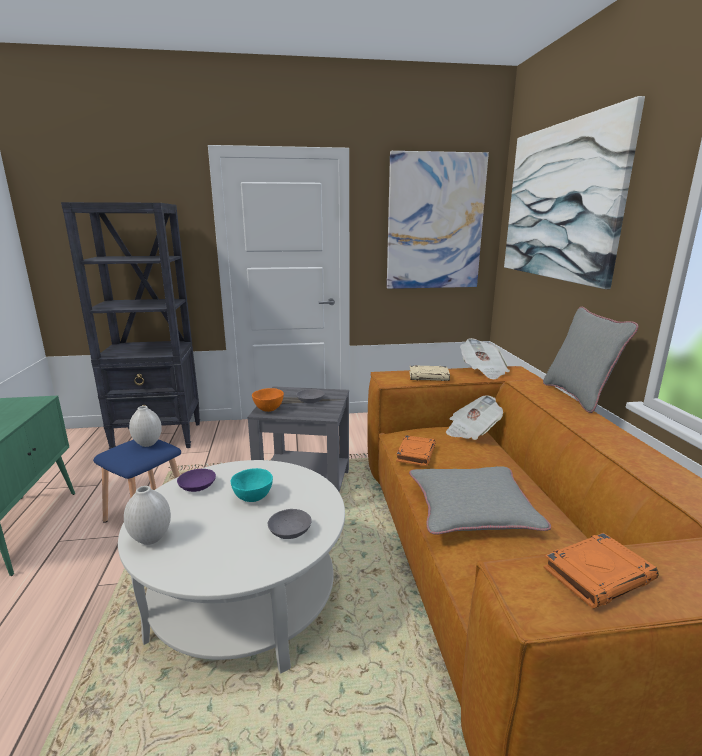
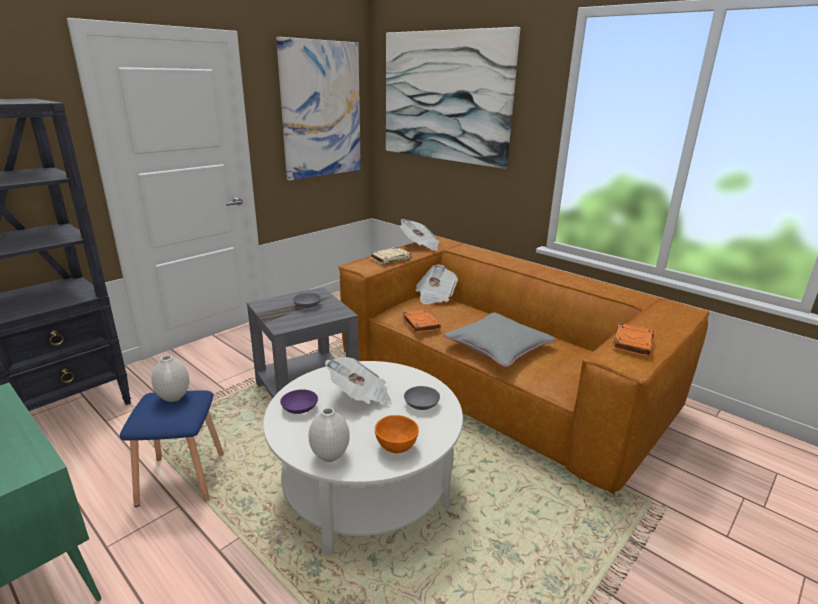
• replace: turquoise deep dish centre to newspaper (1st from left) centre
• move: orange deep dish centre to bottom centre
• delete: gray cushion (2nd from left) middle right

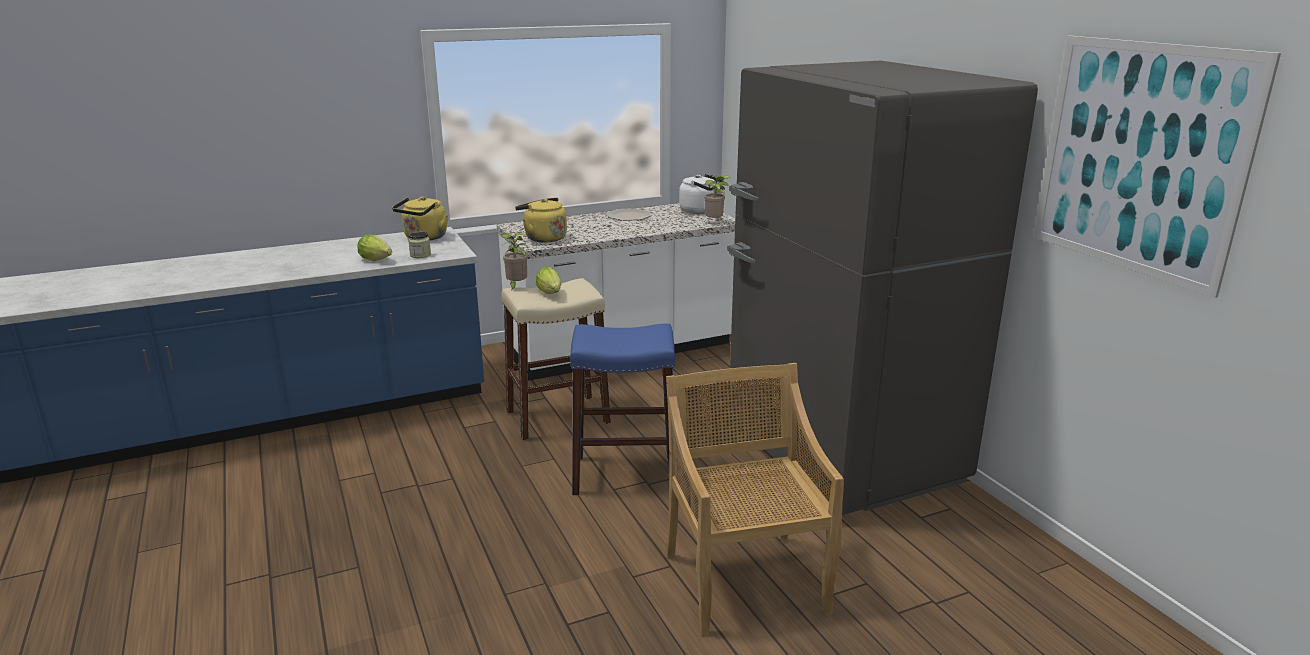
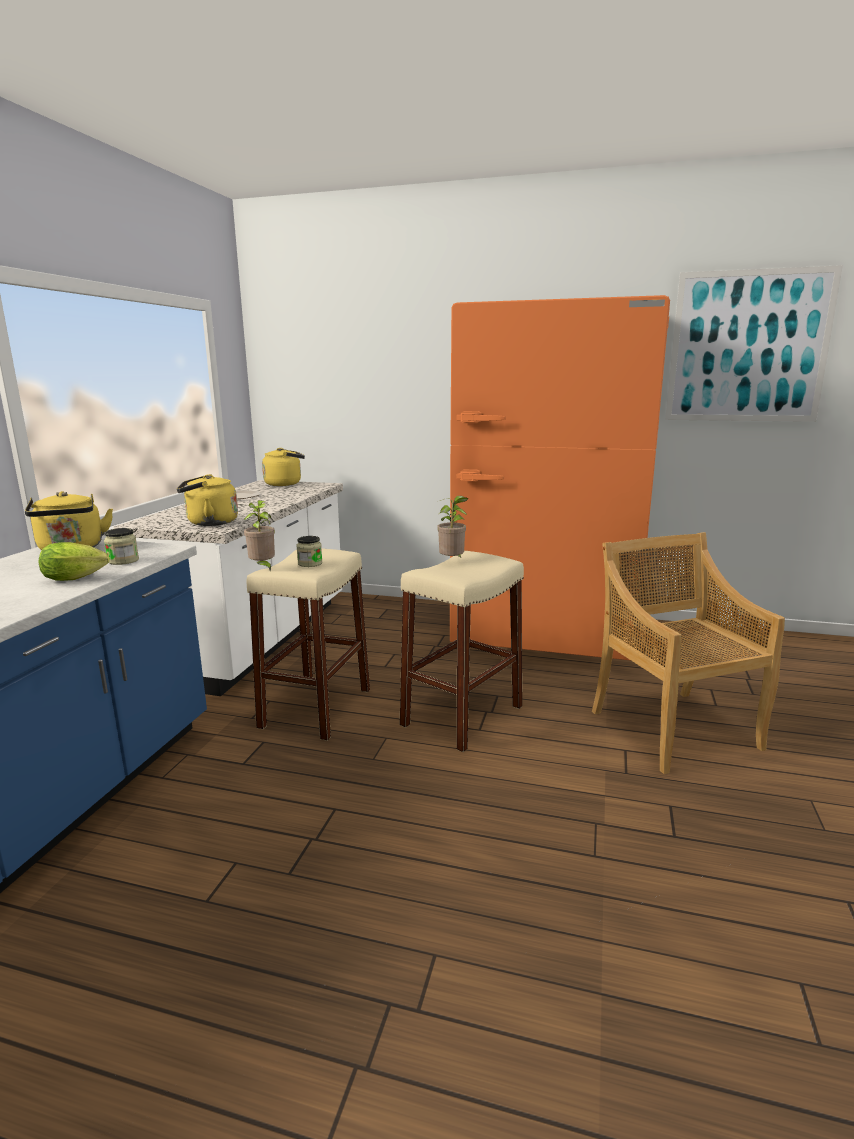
• recolor: whitish water kettle top centre to yellowish water kettle (3rd from left) middle left
• replace: lettuce (2nd from left) centre to jar (2nd from left) centre
• recolor: bluish stool centre to beige stool (2nd from left) centre
• move: potted plant (2nd from left) top centre to centre
• recolor: gray refrigerator middle right to orange refrigerator centre
• rotate: beige chair bottom centre = middle right 45 degrees clockwise

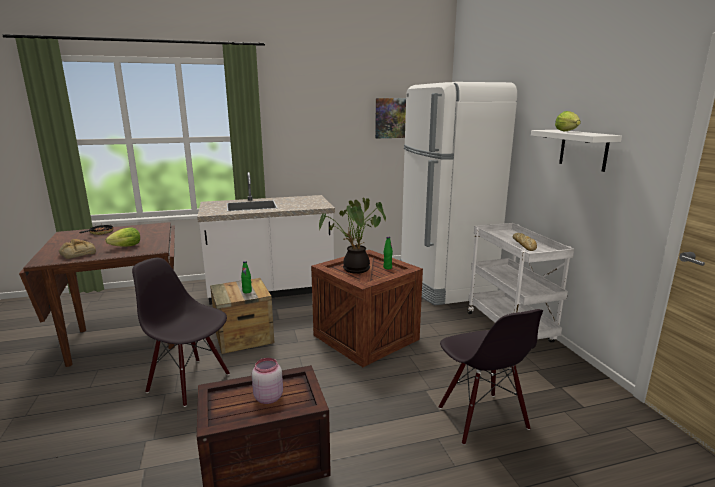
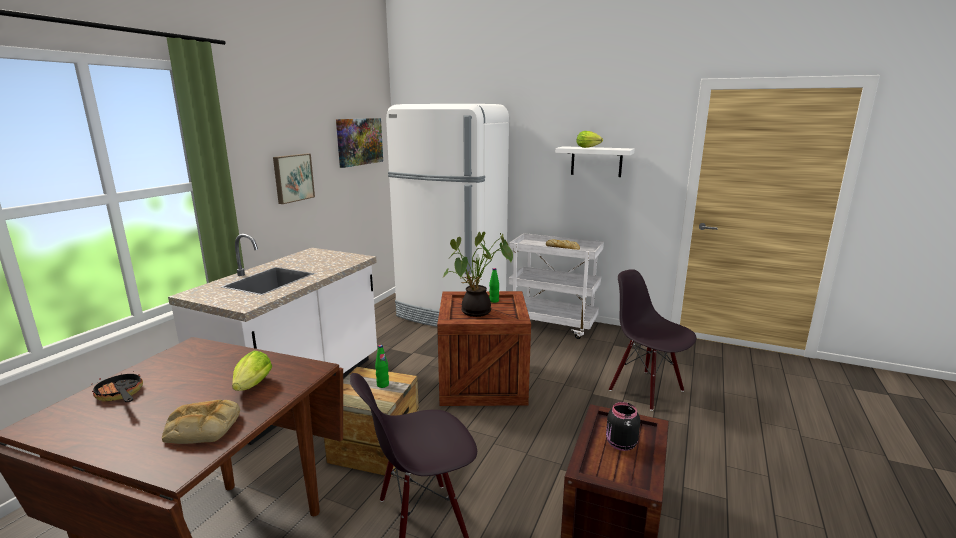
• insert: wall picture (1st from left) top left
• recolor: pinkish jar bottom centre to blackish jar bottom centre
• rotate: blackish chair (2nd from left) bottom right = middle right 150 degrees counterclockwise

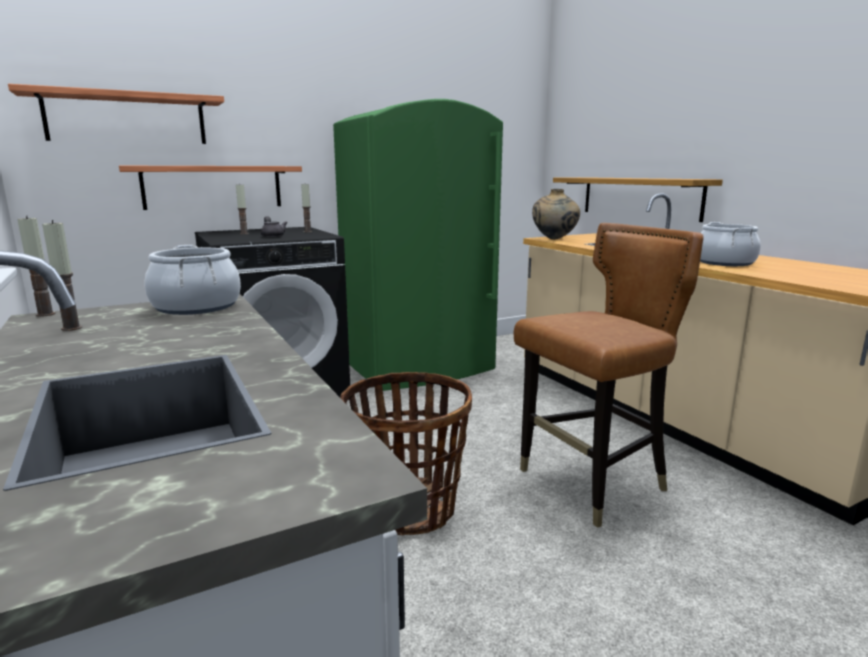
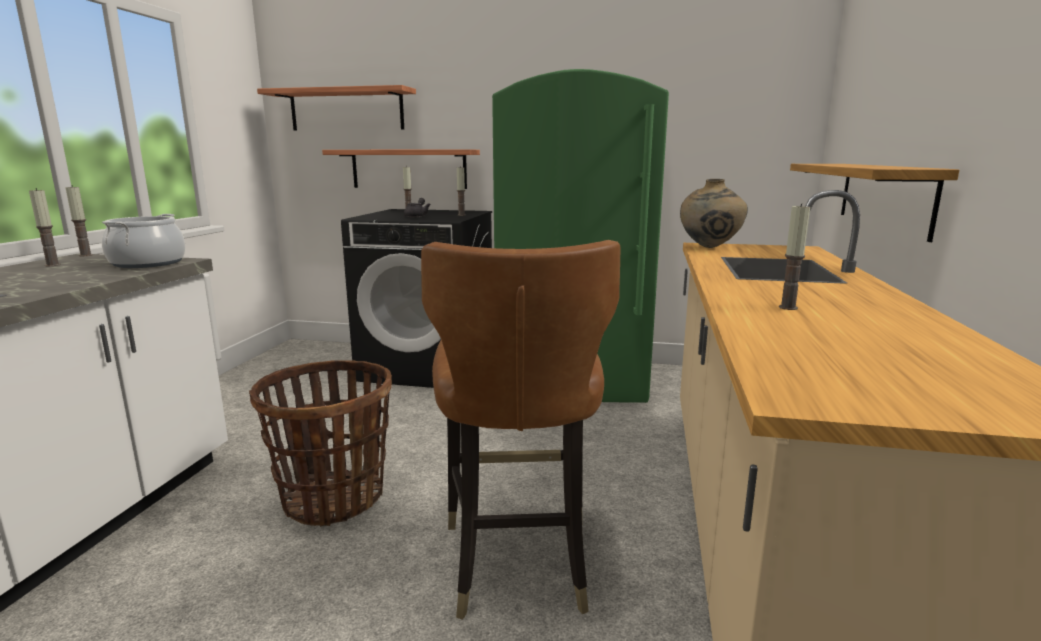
• rotate: brownish chair middle right = bottom centre 75 degrees clockwise
• replace: saucepot (2nd from left) middle right to wax light (5th from left) middle right

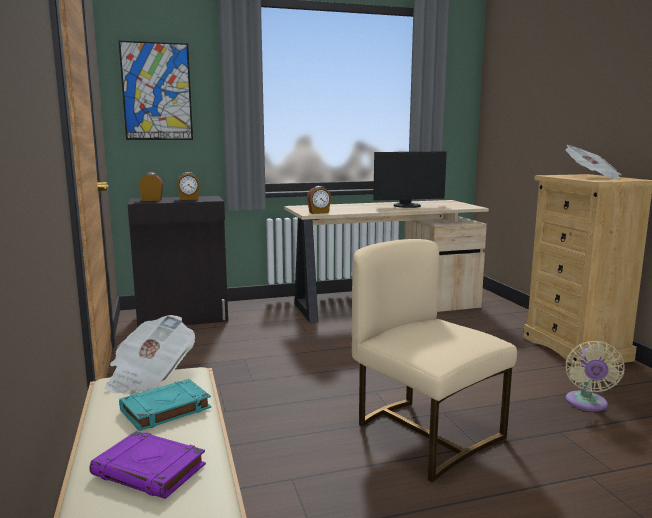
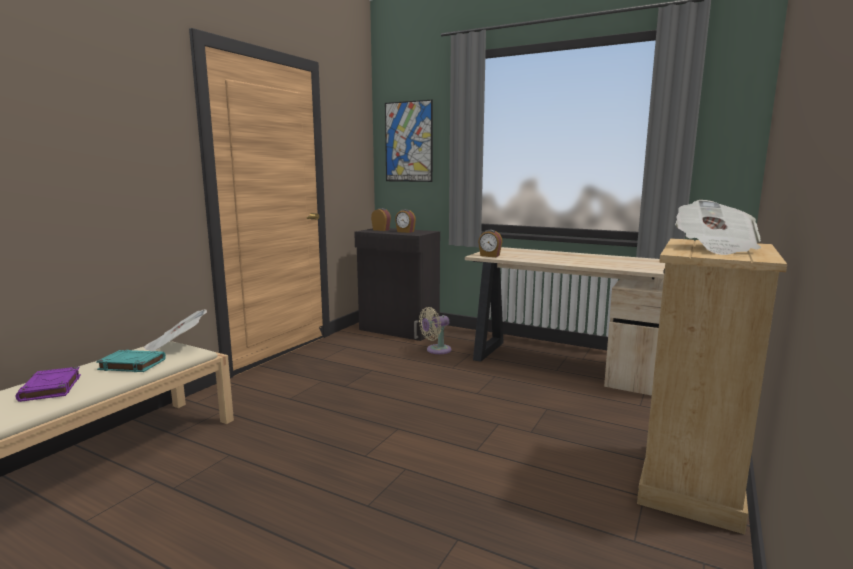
• move: beige cooling fan bottom right to centre
• delete: beige chair bottom centre
• delete: monitor centre

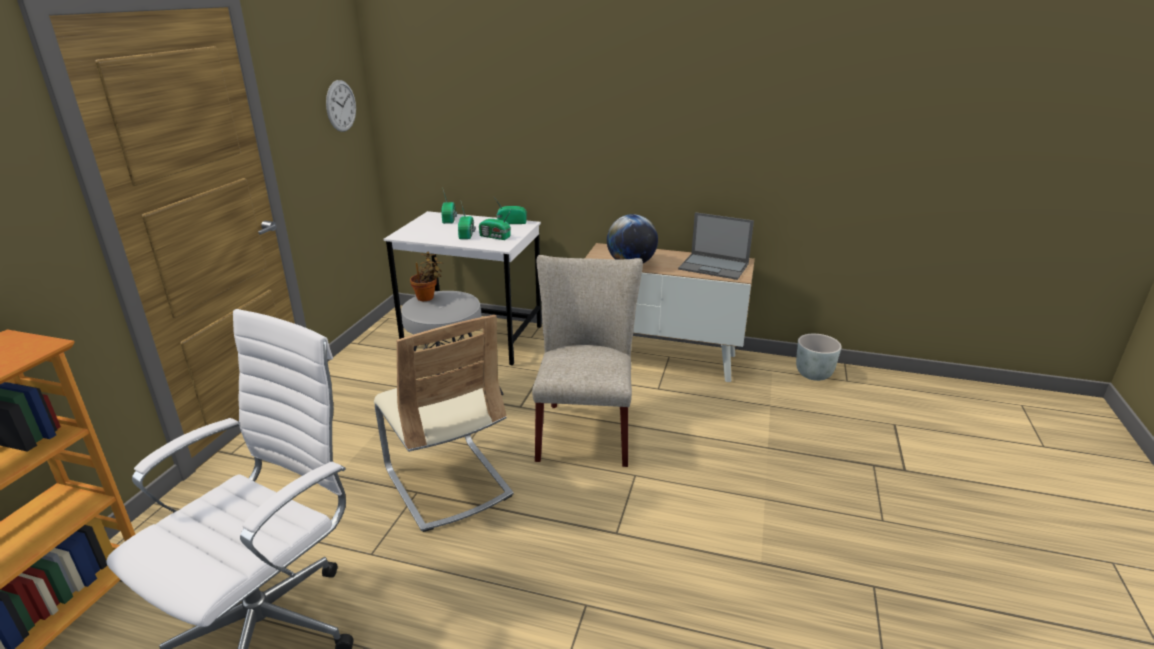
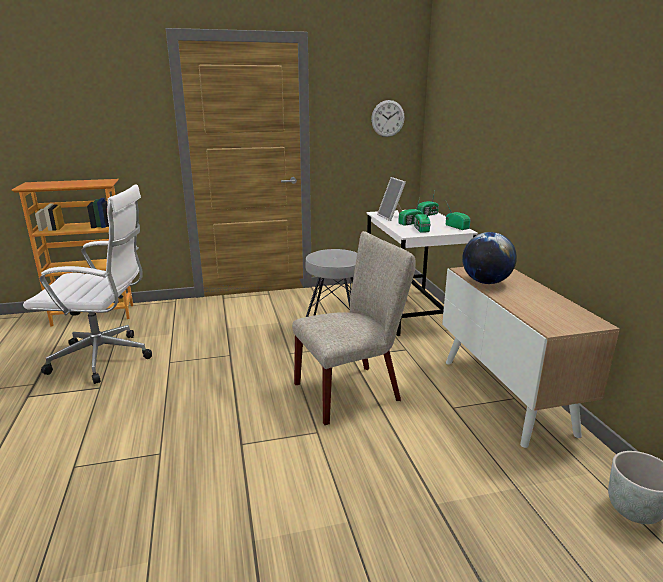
• insert: standing frame centre
• delete: beige chair (1st from left) centre
• delete: potted plant centre
• delete: portable computer centre

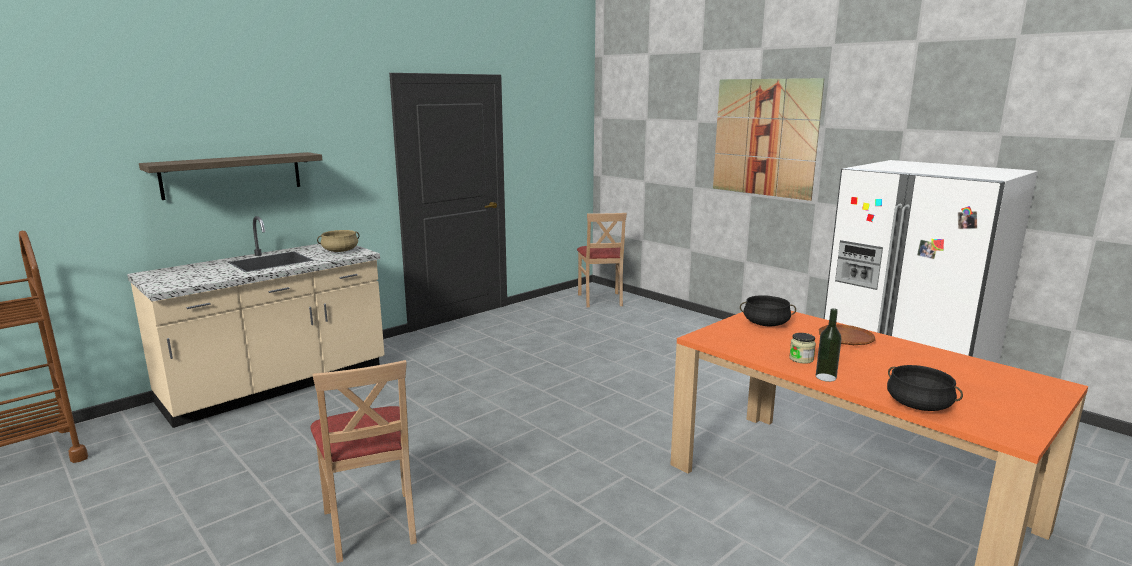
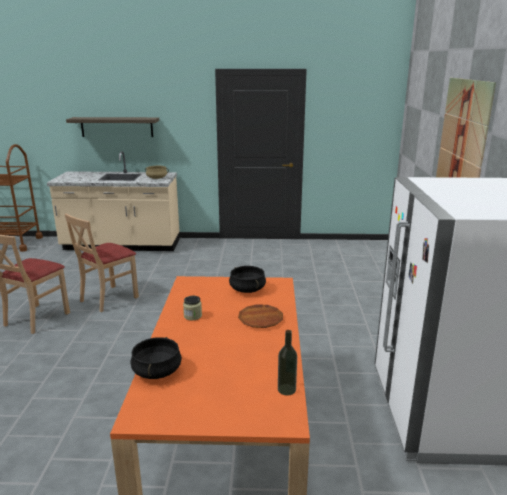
• move: beige chair (2nd from left) centre to middle left
• move: drink bottle middle right to bottom centre

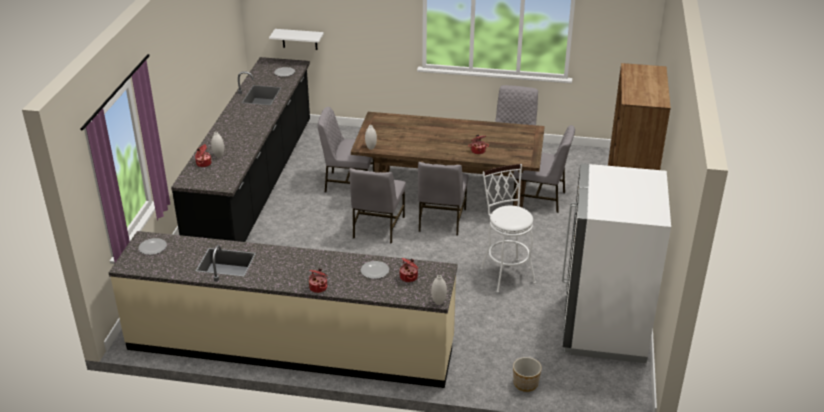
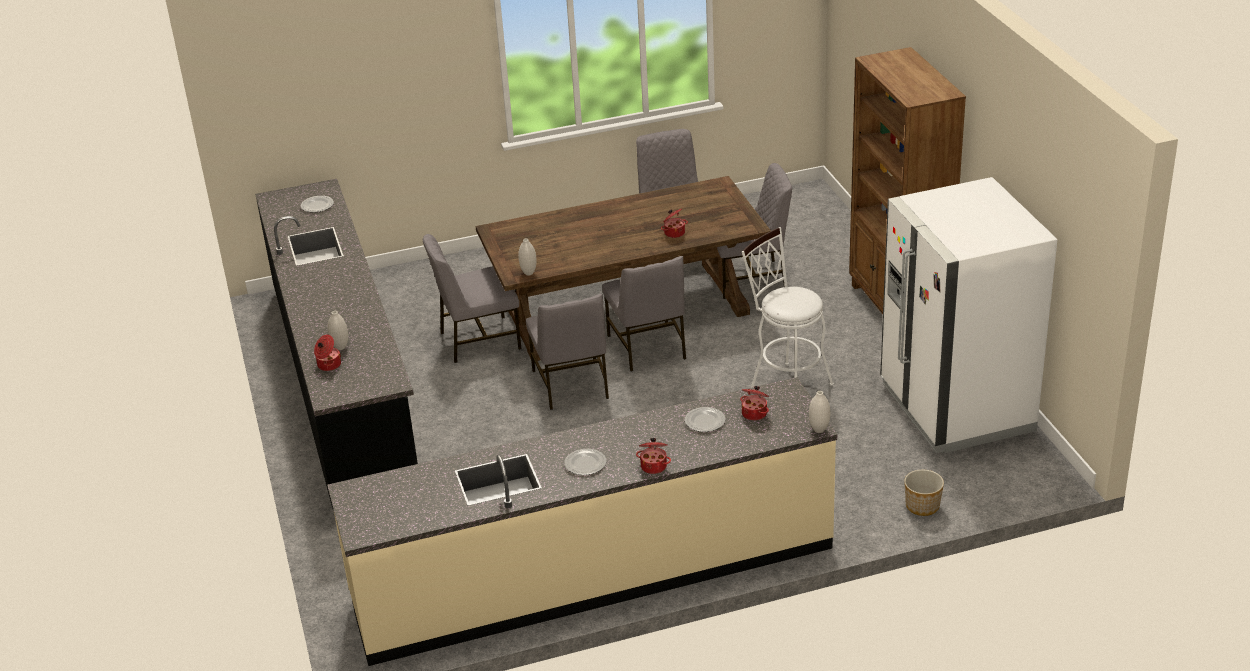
• move: flat dish (1st from left in the first image) middle left to flat dish (2nd from left) bottom centre
• delete: whitish shelf top centre

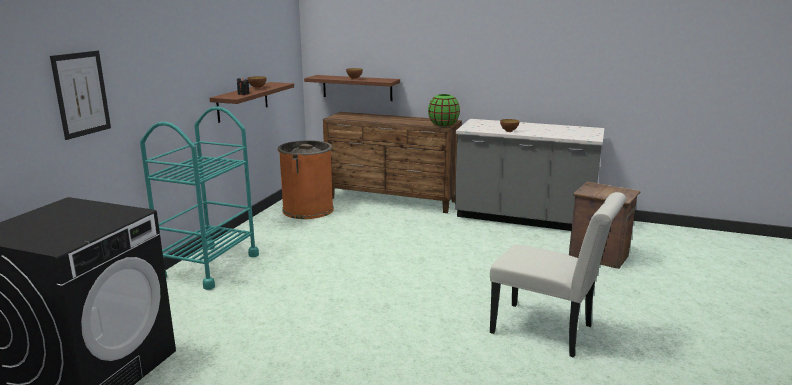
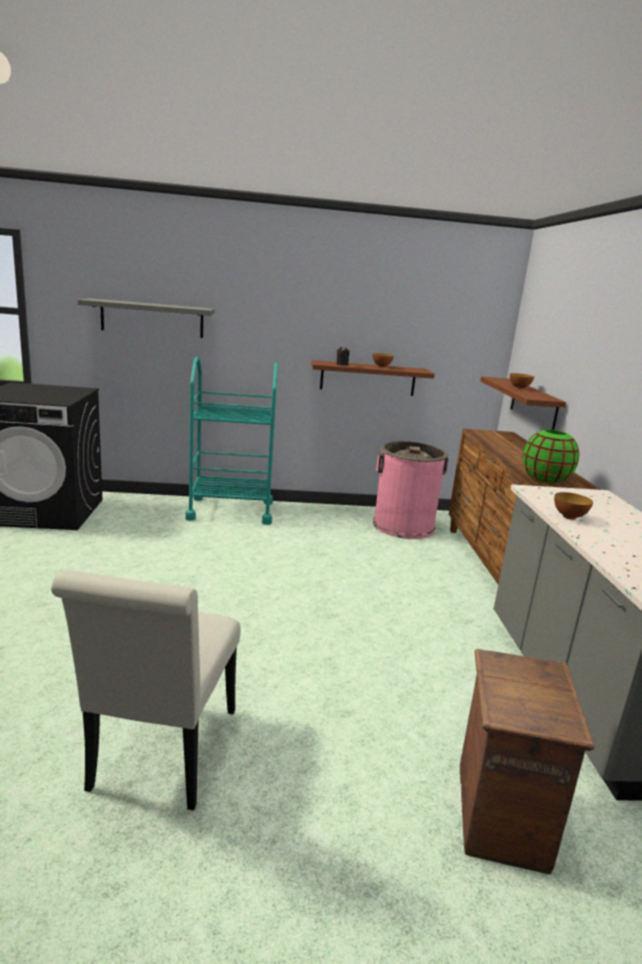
• replace: wall picture top left to gray shelf top left
• recolor: orange trash can centre to pinkish trash can centre

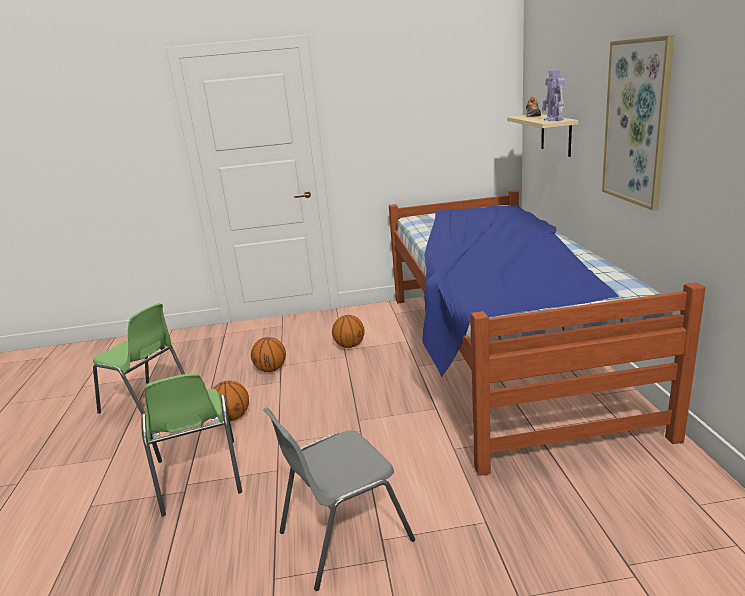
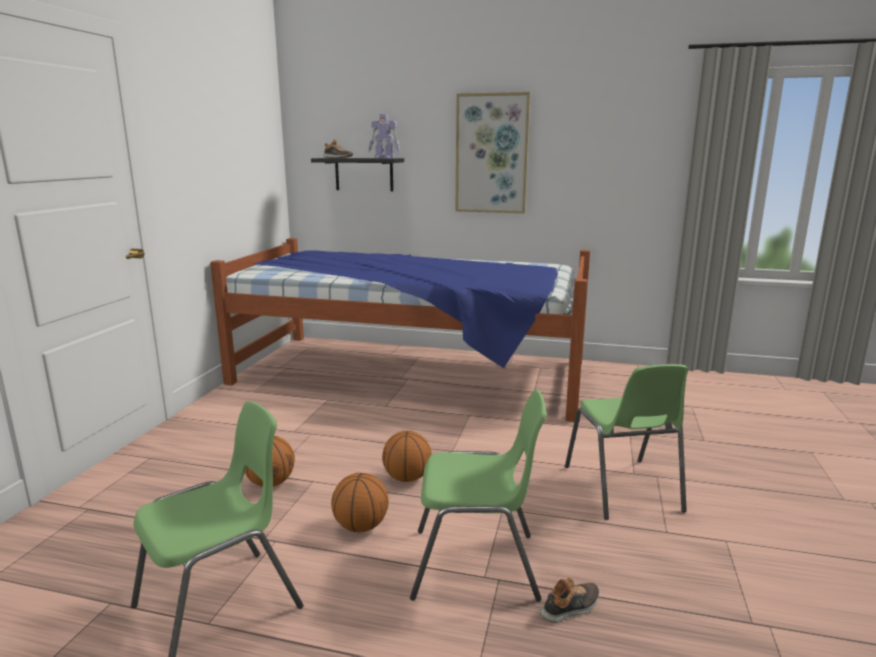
• recolor: beige shelf top right to blackish shelf top centre
• move: basketball ball (3rd from left) centre to bottom centre
• insert: shoe (2nd from left) bottom centre
• recolor: gray chair bottom centre to green chair (3rd from left) bottom right

